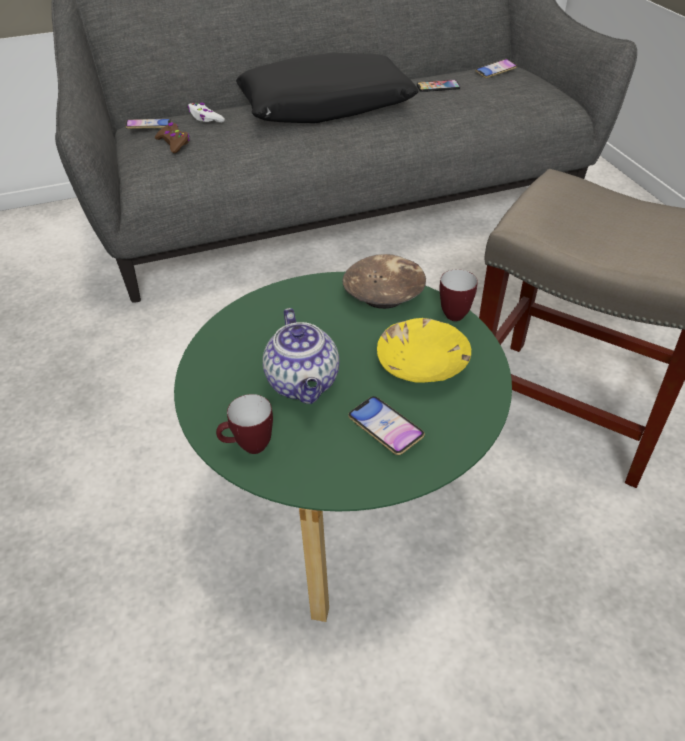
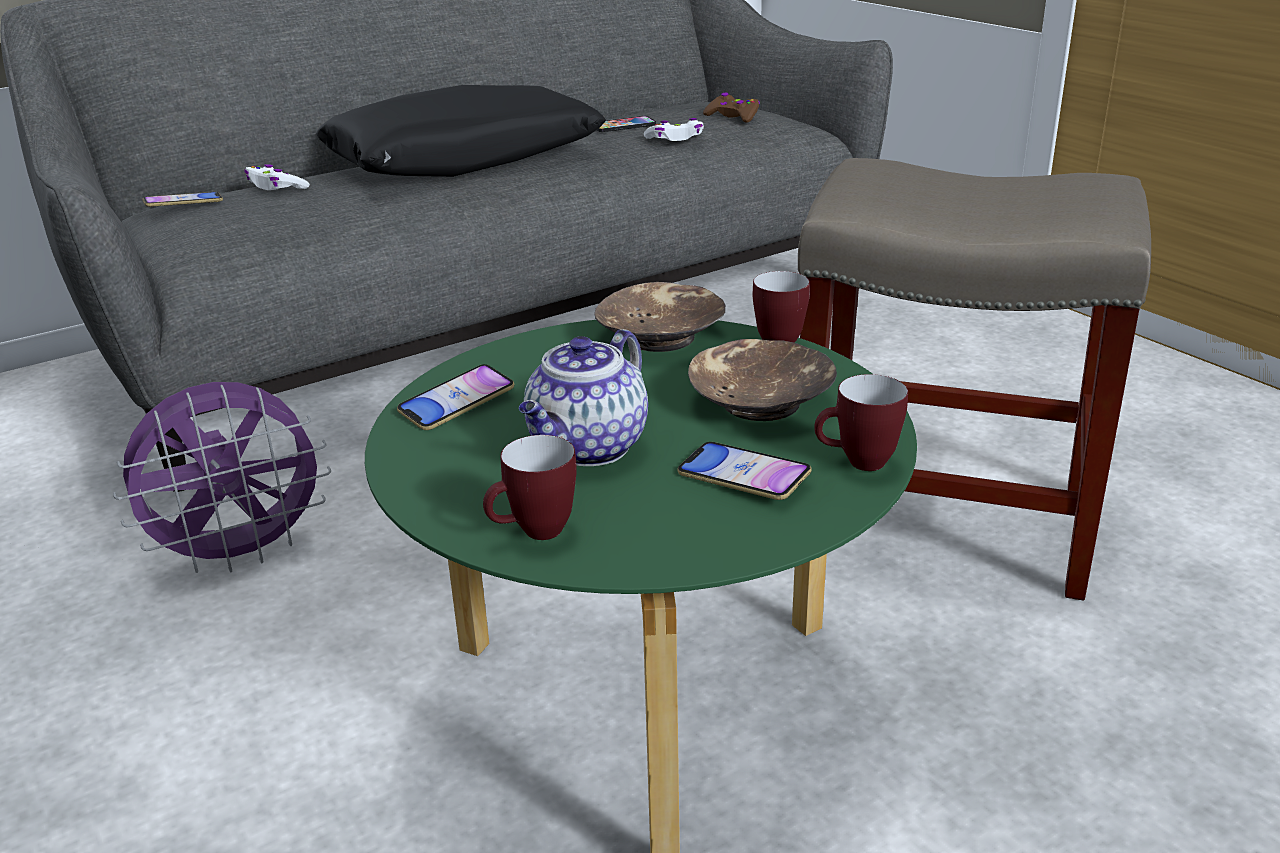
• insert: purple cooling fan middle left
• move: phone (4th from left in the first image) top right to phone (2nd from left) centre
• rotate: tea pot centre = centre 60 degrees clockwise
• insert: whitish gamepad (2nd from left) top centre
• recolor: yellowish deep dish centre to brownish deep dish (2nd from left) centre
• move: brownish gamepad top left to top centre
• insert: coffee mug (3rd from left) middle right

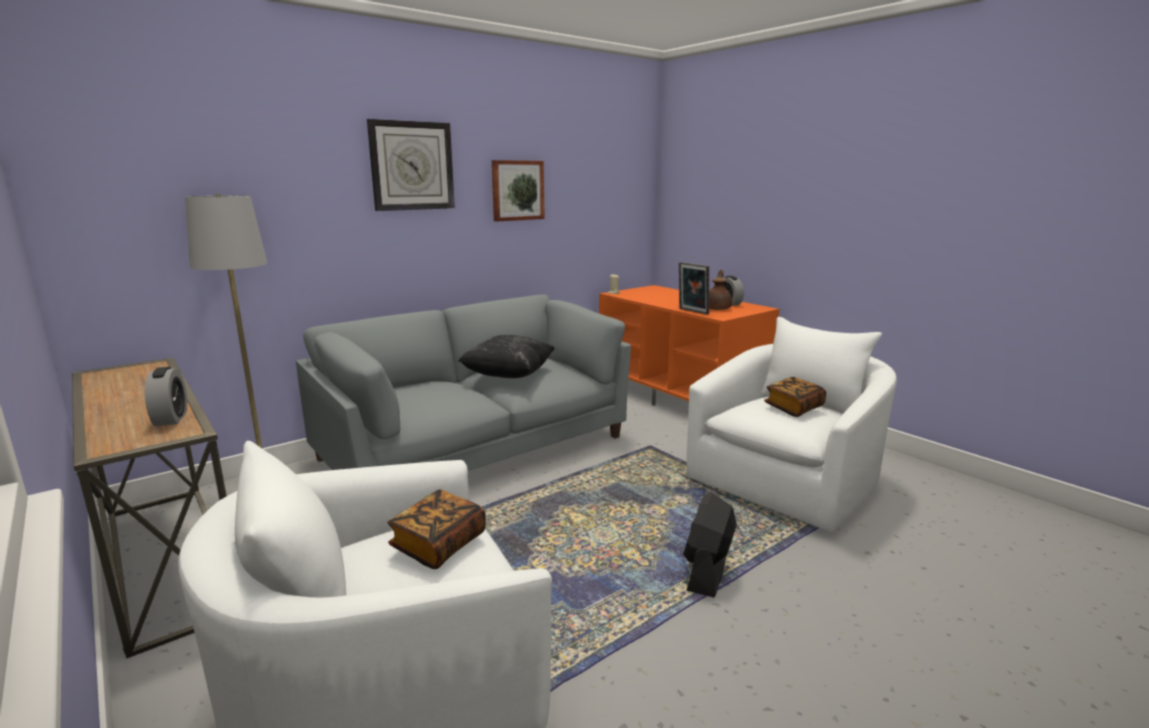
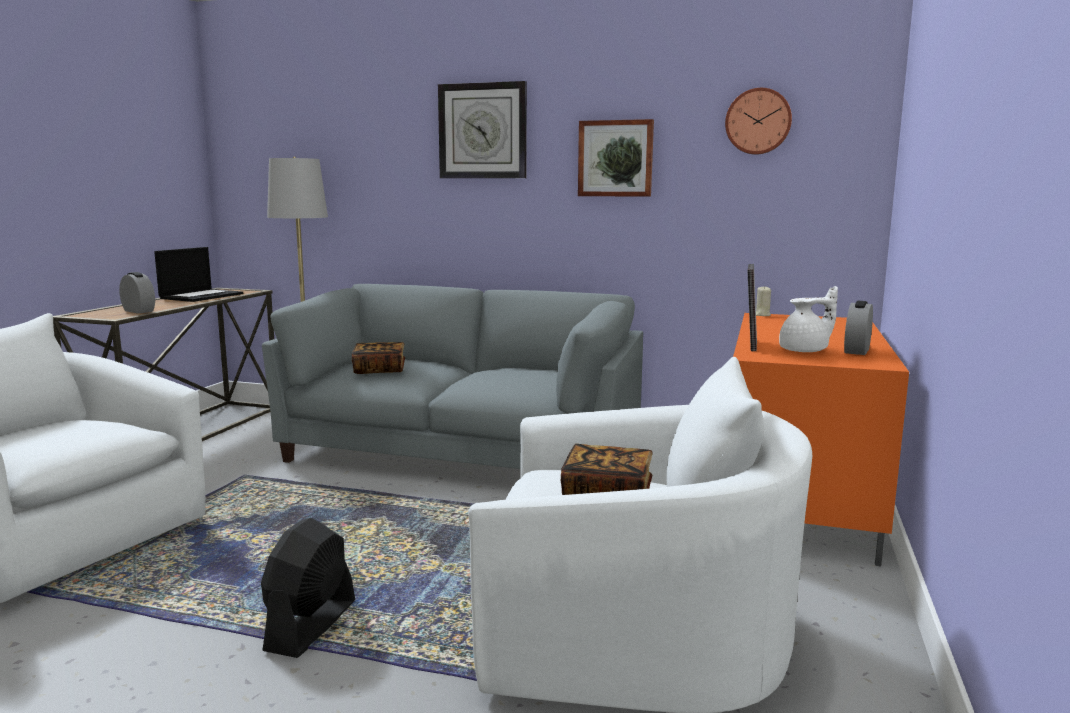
• rotate: alarm clock (1st from left) middle left = middle left 90 degrees counterclockwise
• insert: portable computer middle left
• rotate: blackish cooling fan bottom centre = bottom left 60 degrees counterclockwise
• move: book (1st from left) bottom centre to centre
• insert: clock on the wall (2nd from left) top right
• recolor: brownish tea pot centre to whitish tea pot middle right
• delete: blackish cushion centre

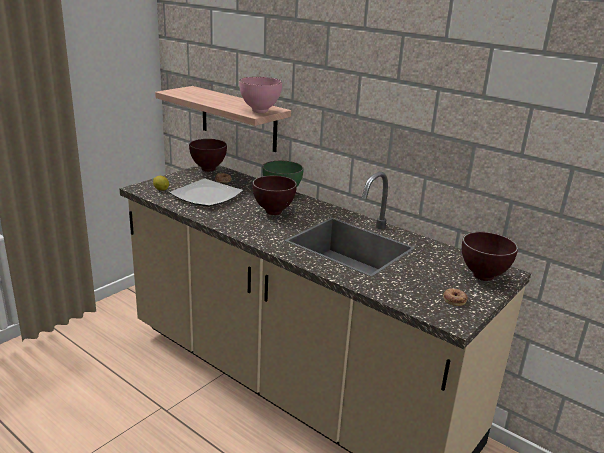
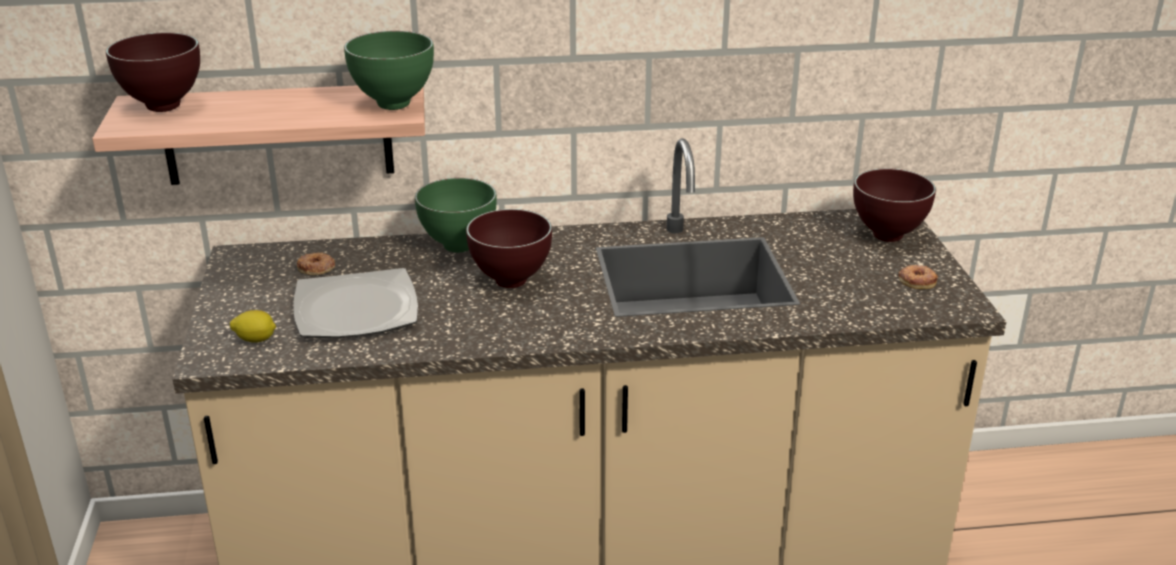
• move: brownish deep dish (1st from left) centre to top left
• recolor: pinkish deep dish top centre to green deep dish (1st from left) top left

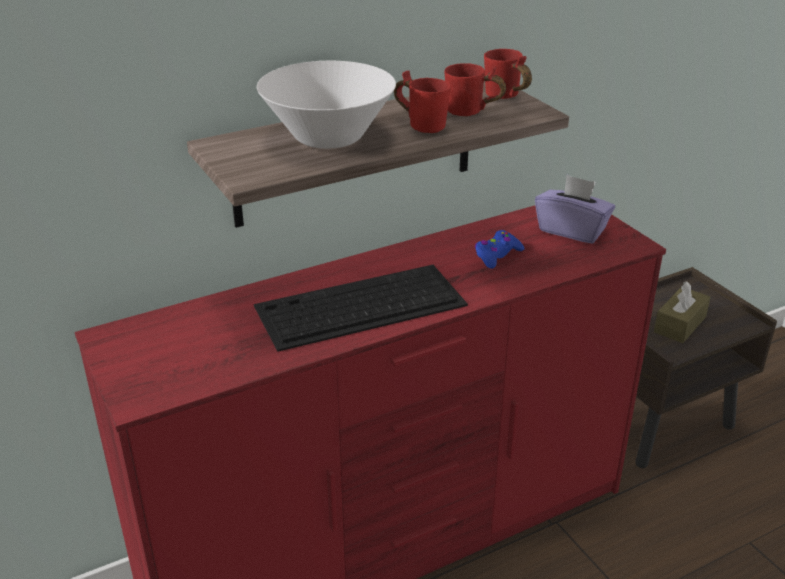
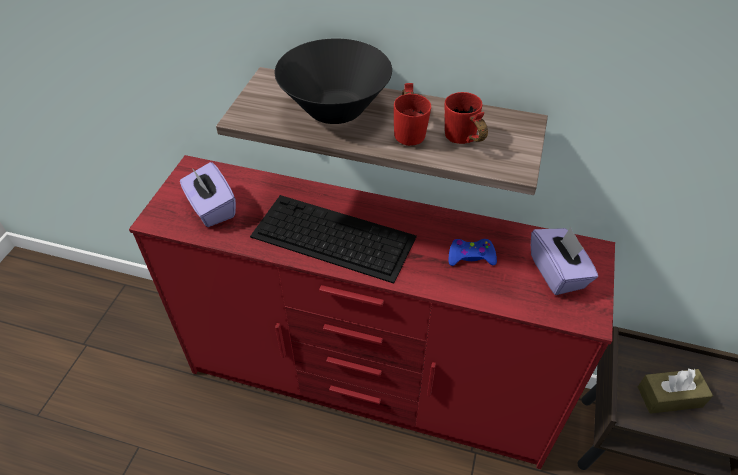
• insert: purple box of tissues (1st from left) middle left
• recolor: whitish deep dish top centre to blackish deep dish top centre
• delete: red coffee mug (3rd from left) top centre

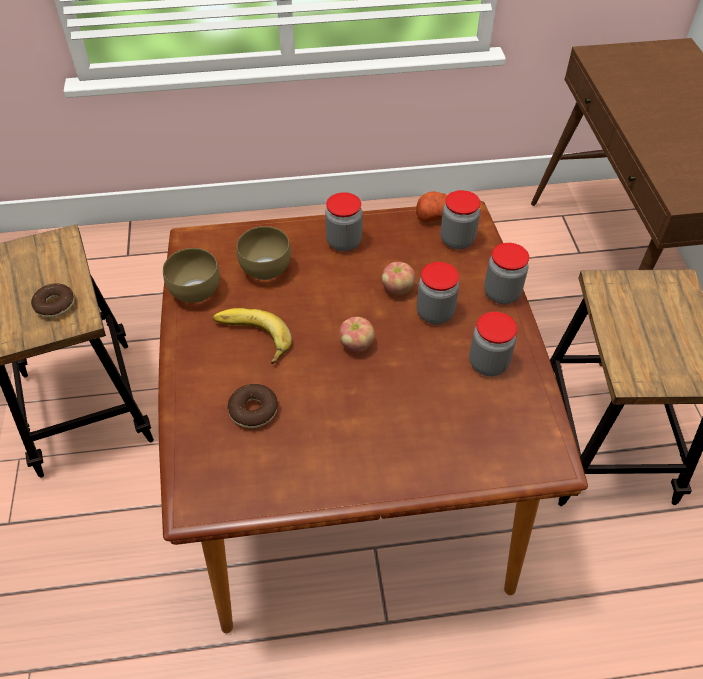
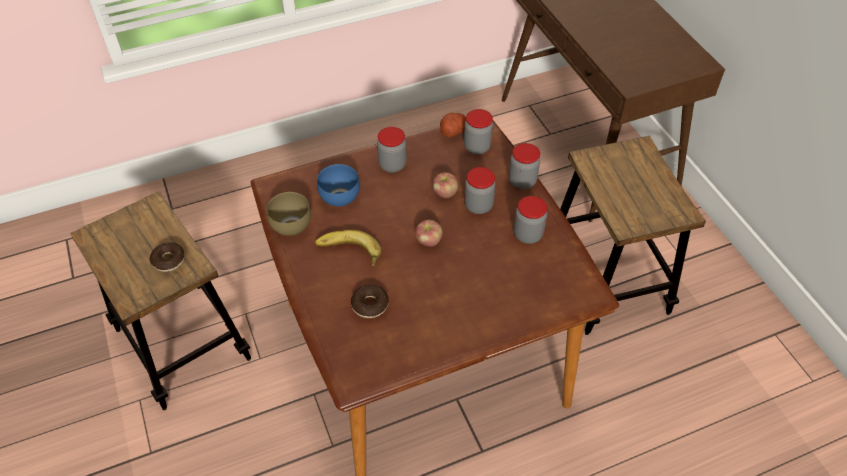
• recolor: brownish deep dish (2nd from left) centre to bluish deep dish centre

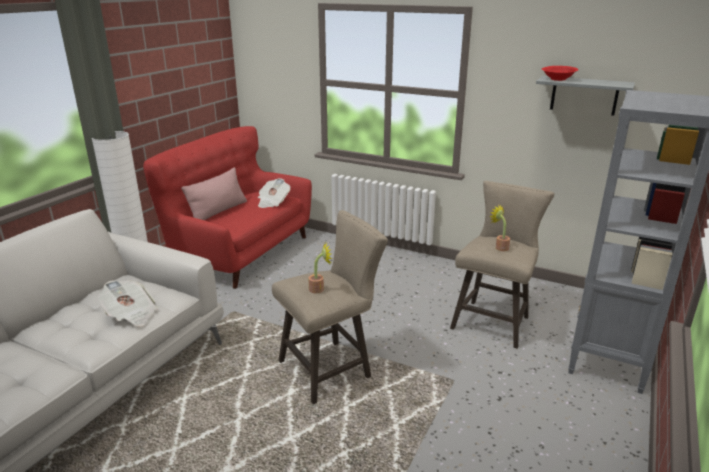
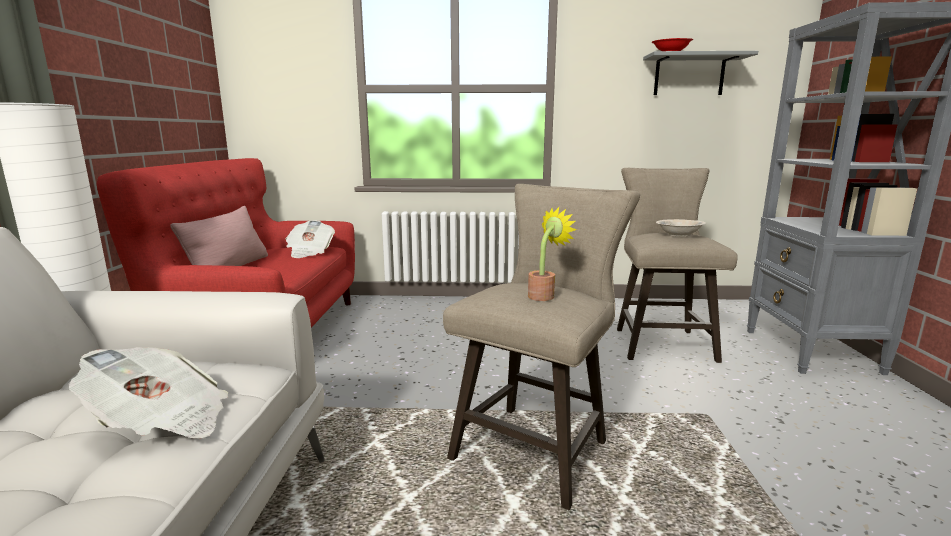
• replace: potted plant (2nd from left) middle right to beige deep dish middle right

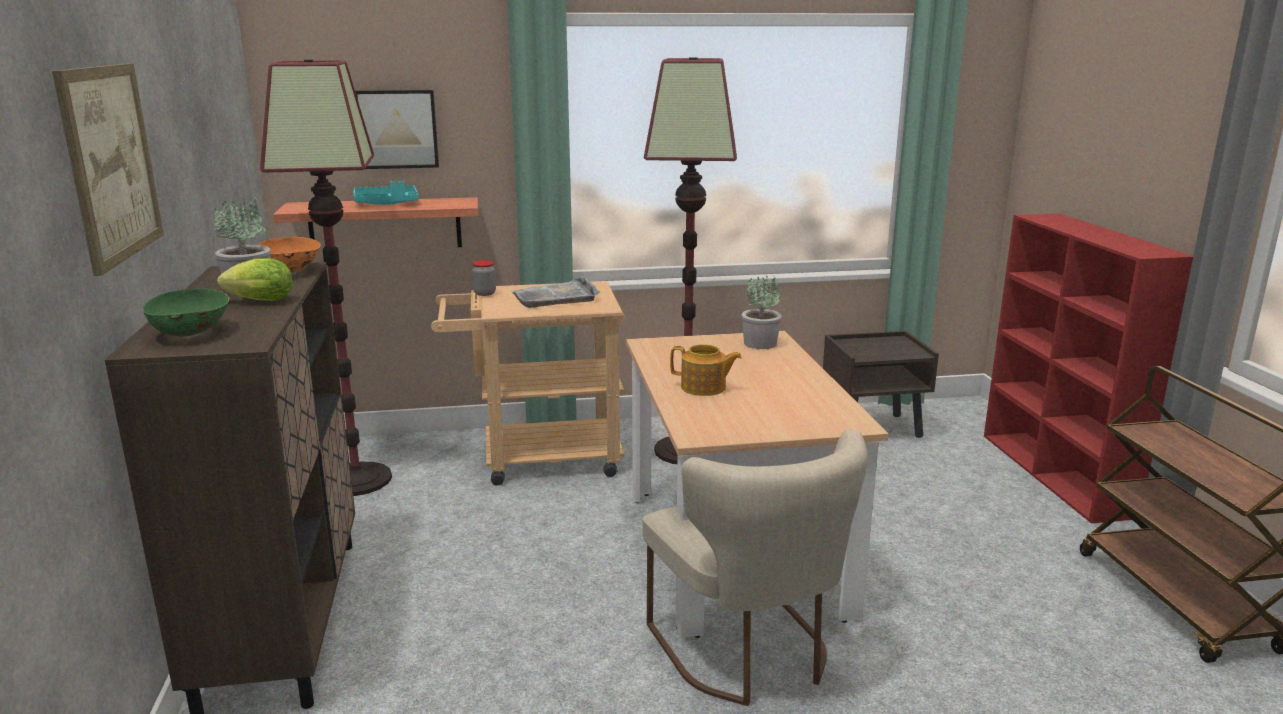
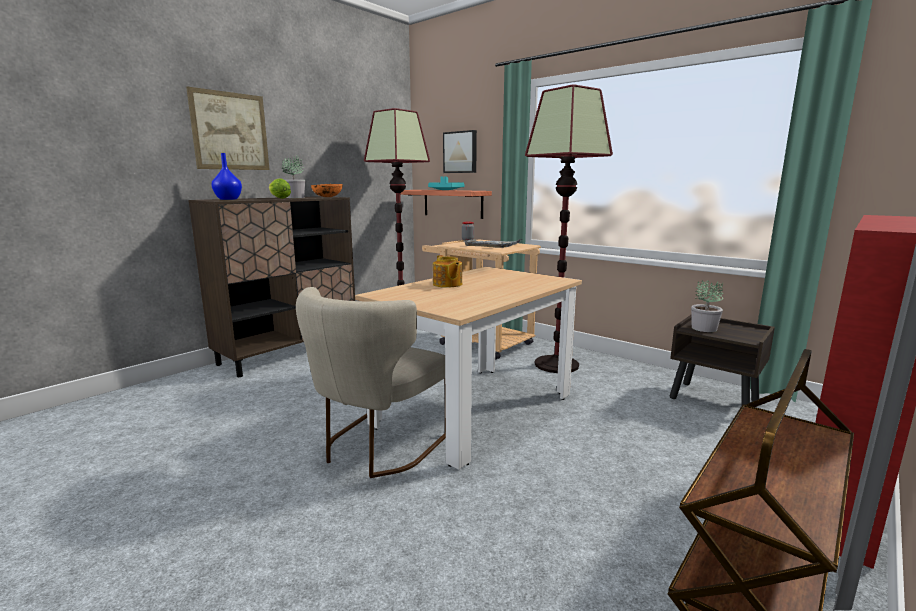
• replace: green deep dish middle left to bluish vase top left
• move: potted plant (2nd from left) centre to middle right

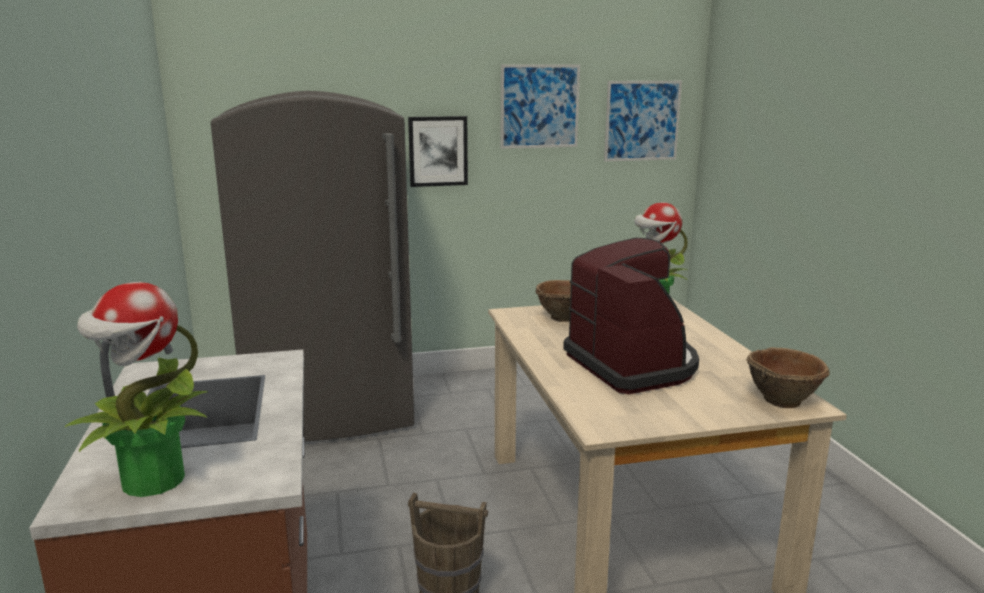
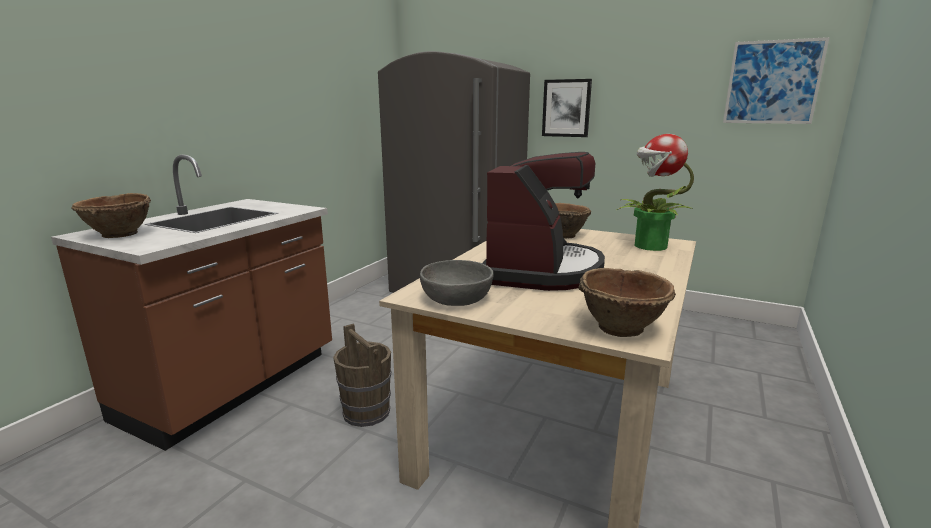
• replace: potted plant (1st from left) middle left to brownish deep dish (1st from left) middle left
• insert: gray deep dish centre
• delete: wall picture (2nd from left) top centre

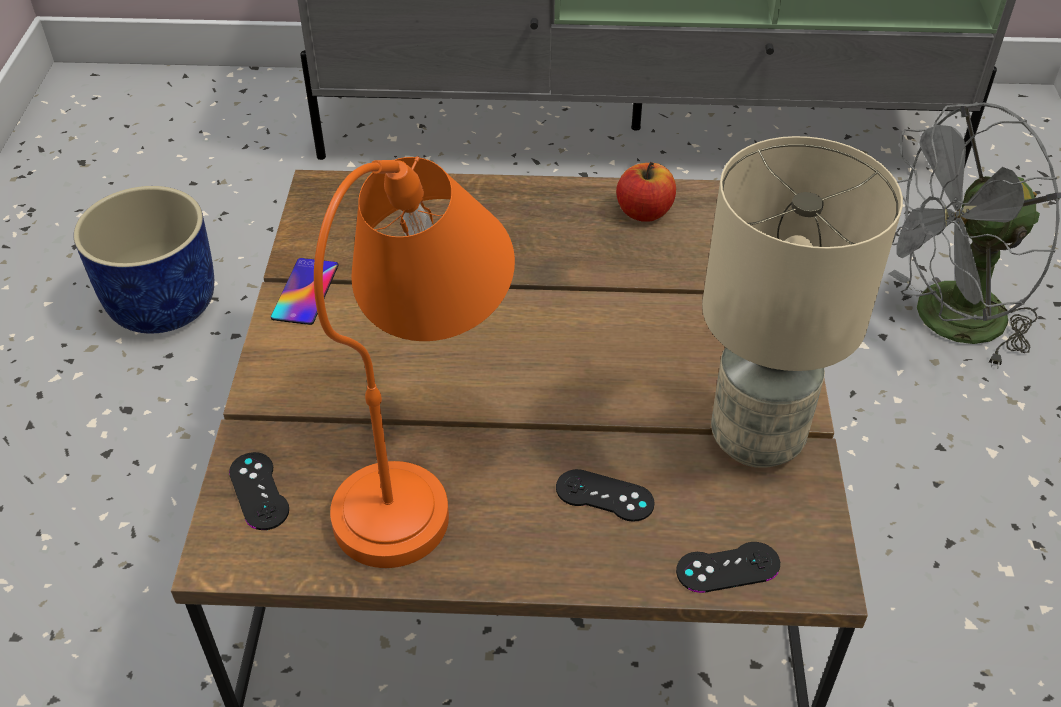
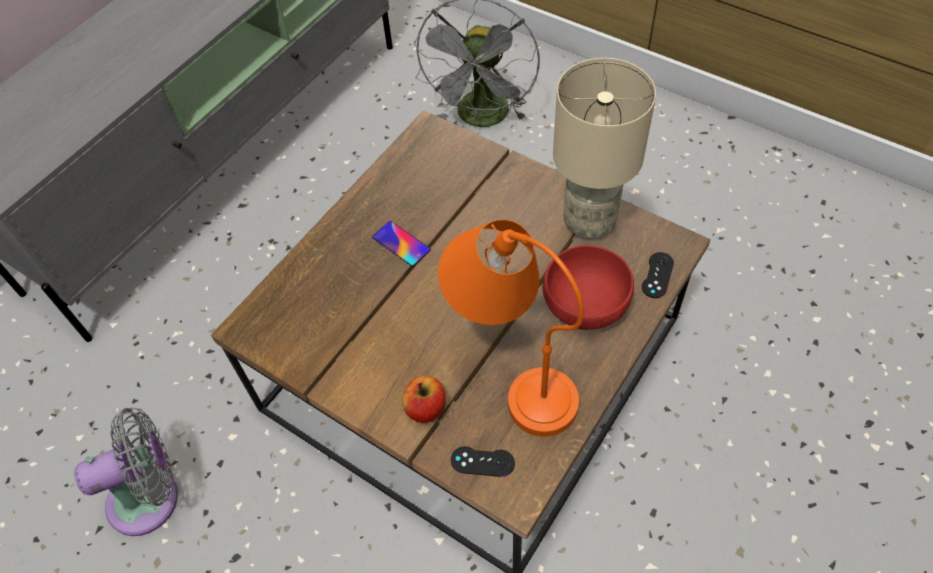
• replace: bluish plant pot middle left to gray cooling fan (1st from left) bottom left
• move: phone middle left to centre
• move: whole apple top centre to bottom centre
• replace: blackish gamepad (2nd from left) bottom centre to red deep dish centre

